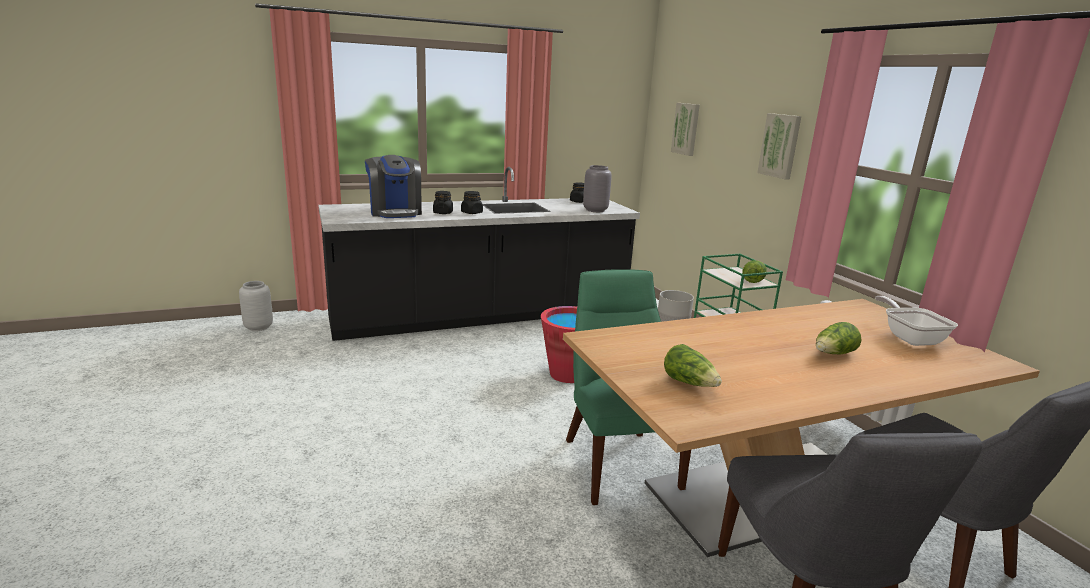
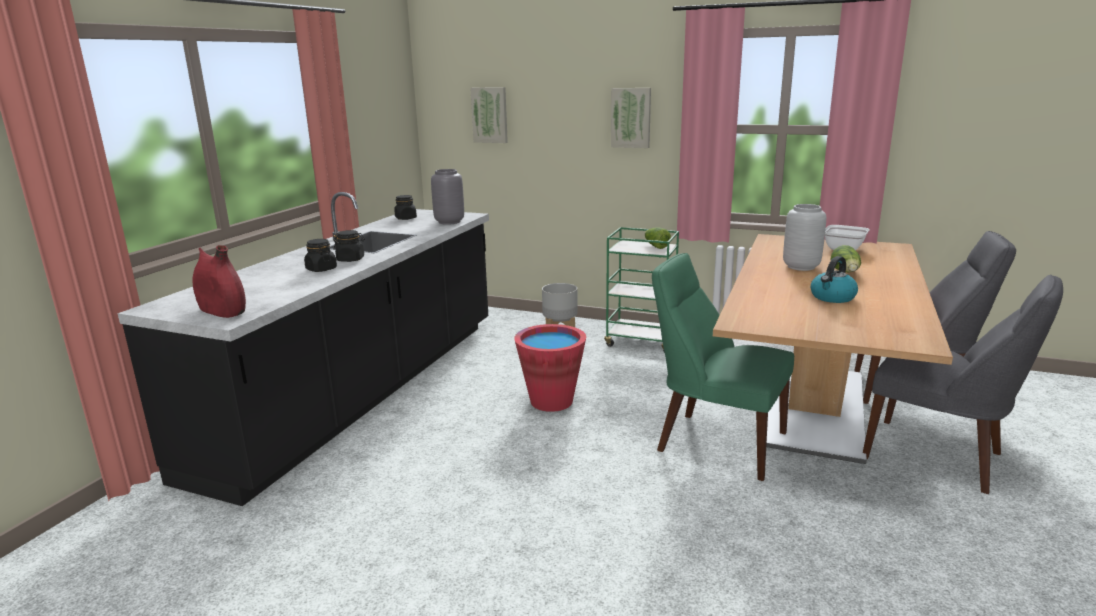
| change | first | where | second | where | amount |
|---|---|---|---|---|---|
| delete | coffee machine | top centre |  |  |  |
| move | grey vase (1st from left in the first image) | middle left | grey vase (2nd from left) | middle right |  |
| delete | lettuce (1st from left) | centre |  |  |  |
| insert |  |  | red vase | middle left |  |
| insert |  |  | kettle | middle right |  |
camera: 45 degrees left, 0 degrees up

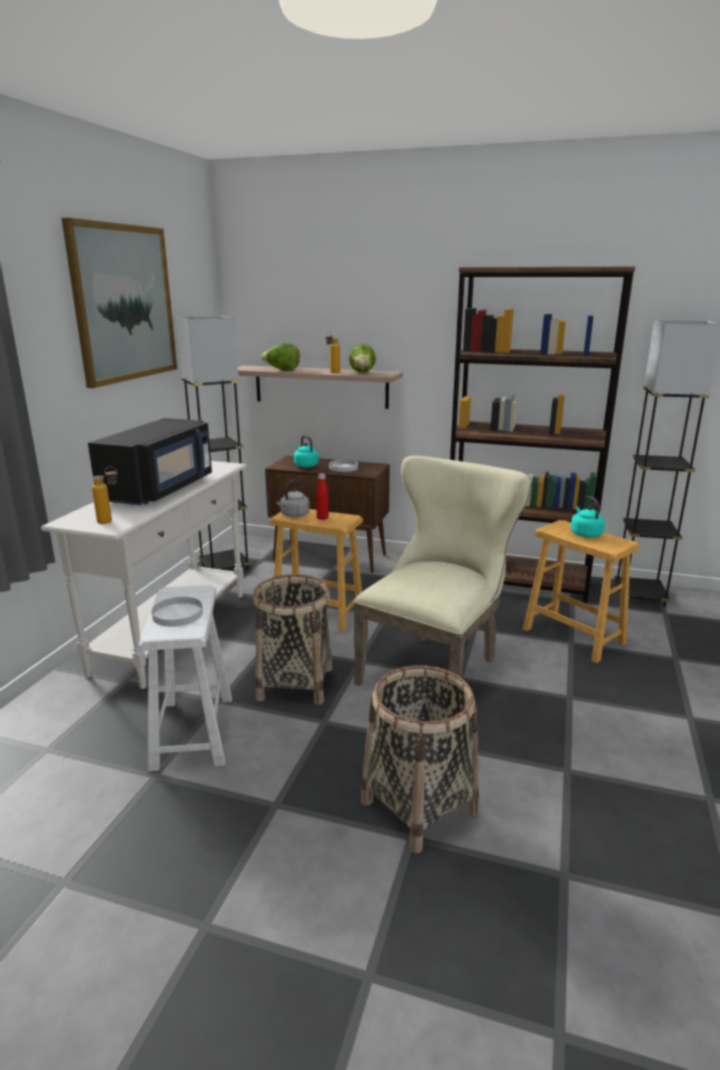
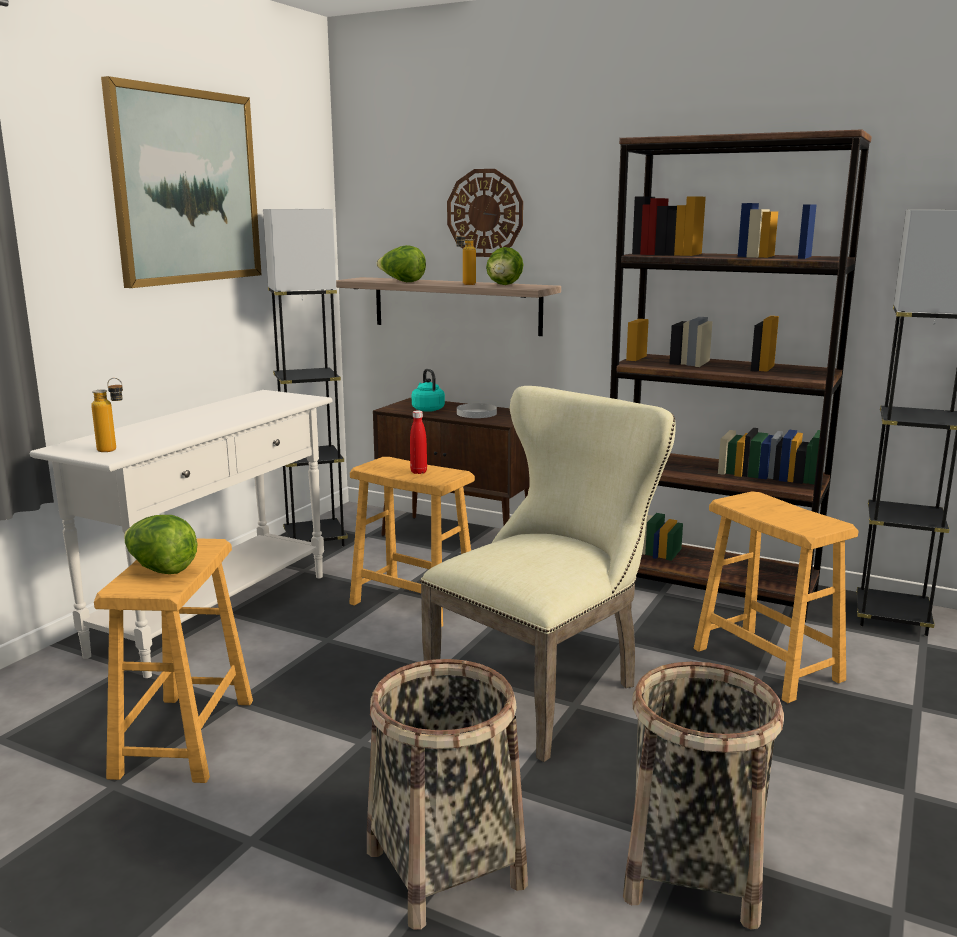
| change | first | where | second | where | amount |
|---|---|---|---|---|---|
| delete | black microwave | middle left |  |  |  |
| delete | grey kettle | centre |  |  |  |
| delete | turquoise kettle (2nd from left) | middle right |  |  |  |
| move | basket (1st from left in the first image) | centre | basket (2nd from left) | bottom right |  |
| recolor | white stool | middle left | brown stool (1st from left) | bottom left |  |
| replace | white plate (1st from left) | middle left | lettuce (1st from left) | middle left |  |
| insert |  |  | wall clock | top centre |  |
camera: 10 degrees right, 5 degrees down

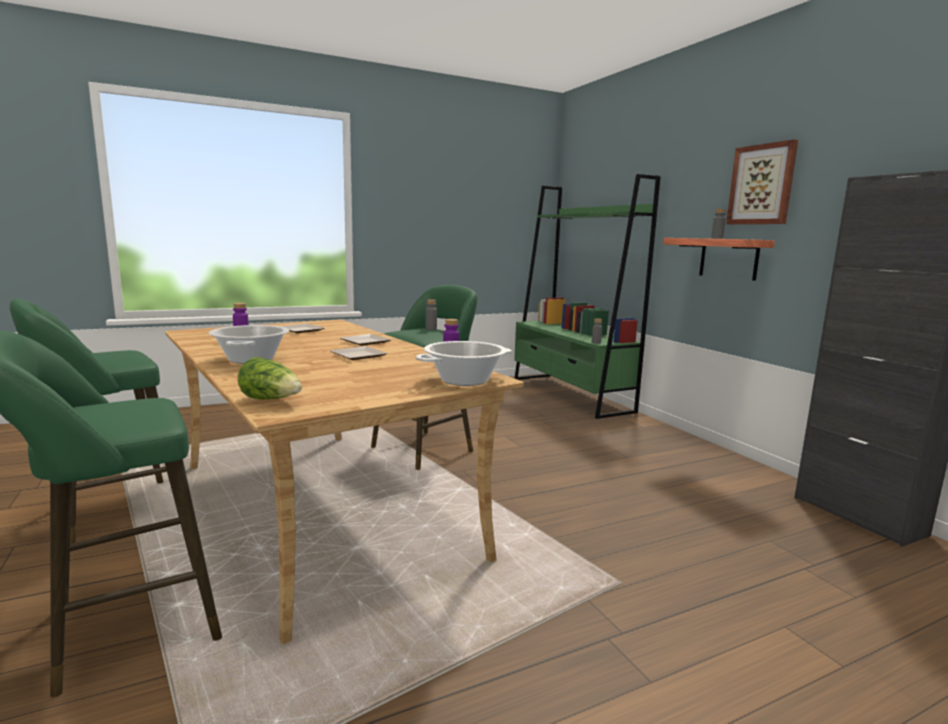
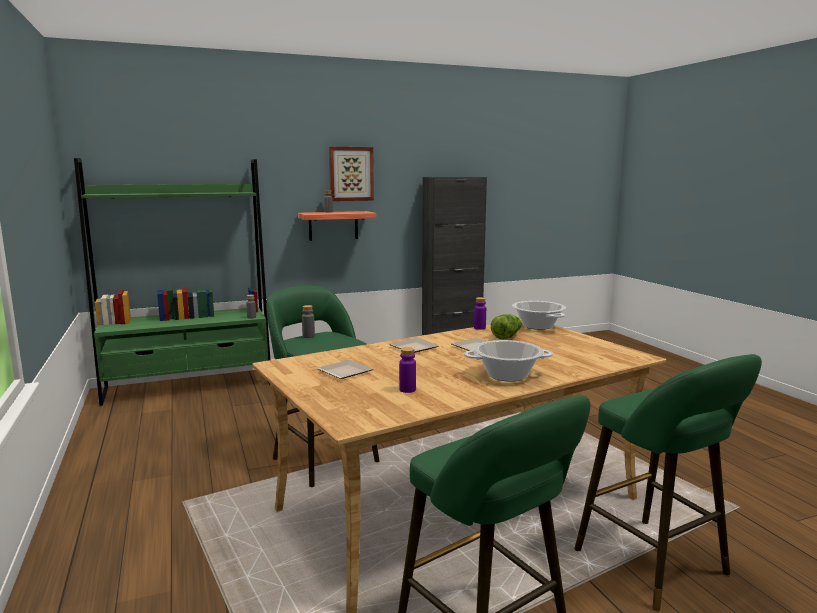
| change | first | where | second | where | amount |
|---|---|---|---|---|---|
| move | lettuce | middle left |  | centre |  |
camera: 85 degrees left, 0 degrees up

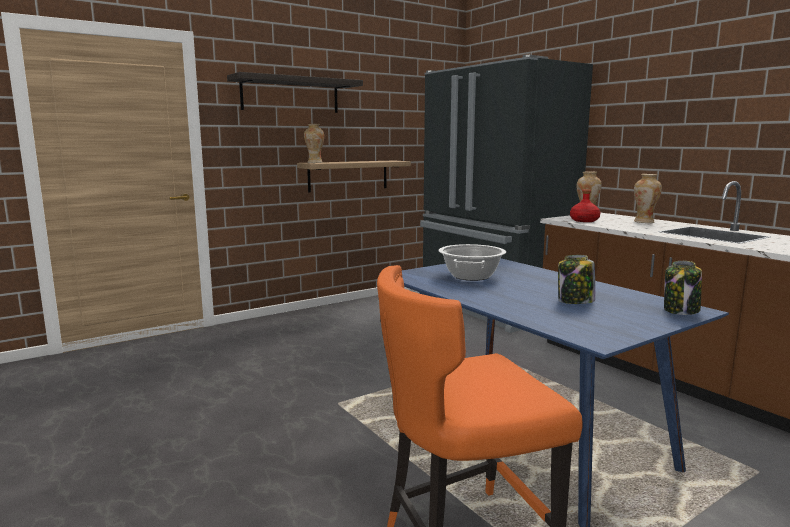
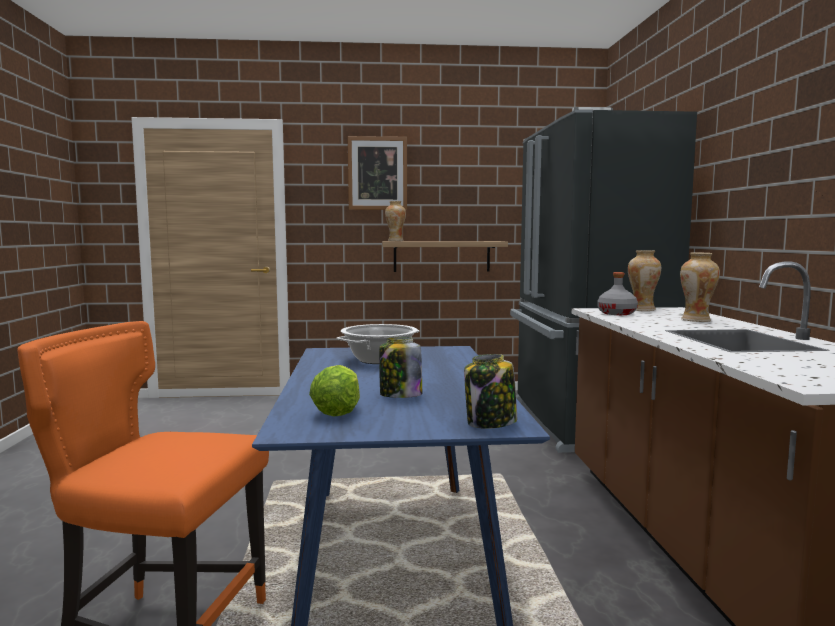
| change | first | where | second | where | amount |
|---|---|---|---|---|---|
| replace | shelf (1st from left) | top centre | picture | top centre |  |
| recolor | red bottle | middle right | grey bottle | middle right |  |
| insert |  |  | lettuce | centre |  |
camera: 30 degrees right, 5 degrees down

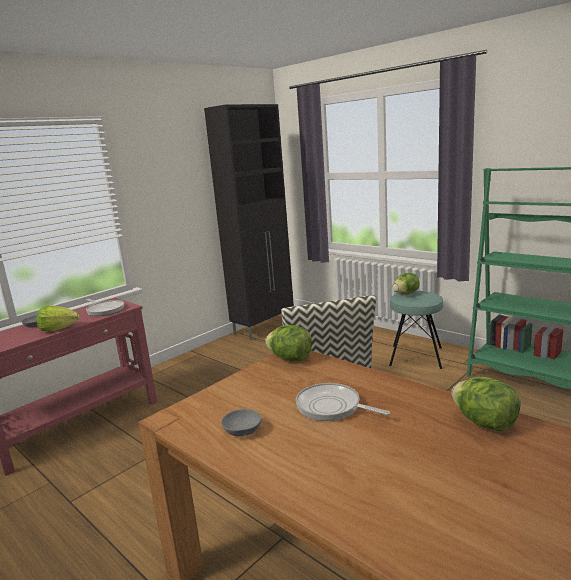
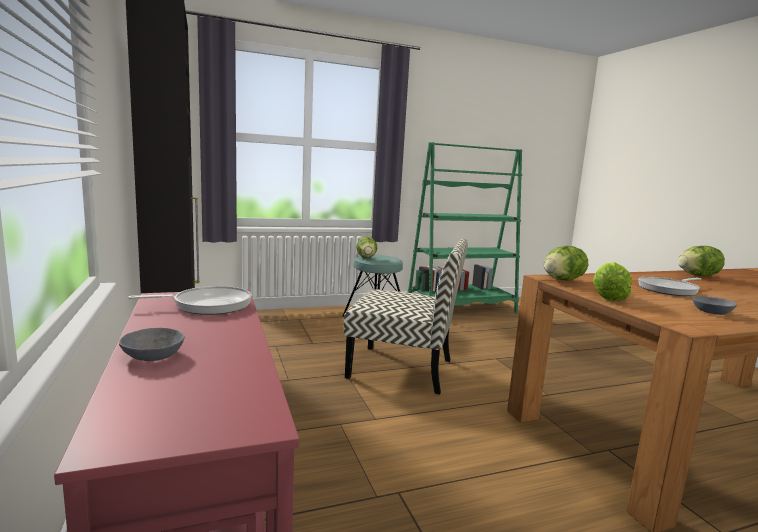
| change | first | where | second | where | amount |
|---|---|---|---|---|---|
| move | lettuce (1st from left in the first image) | middle left | lettuce (3rd from left) | middle right |  |
camera: 65 degrees left, 5 degrees down

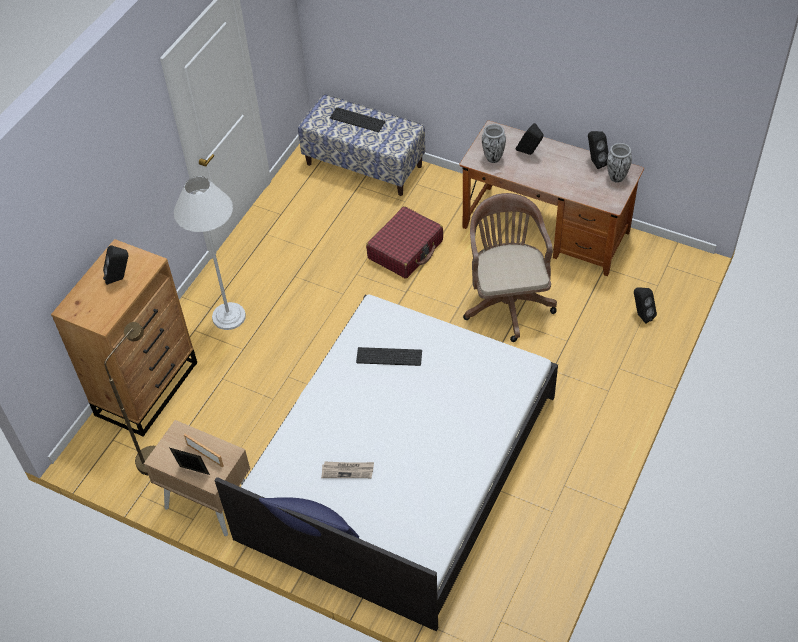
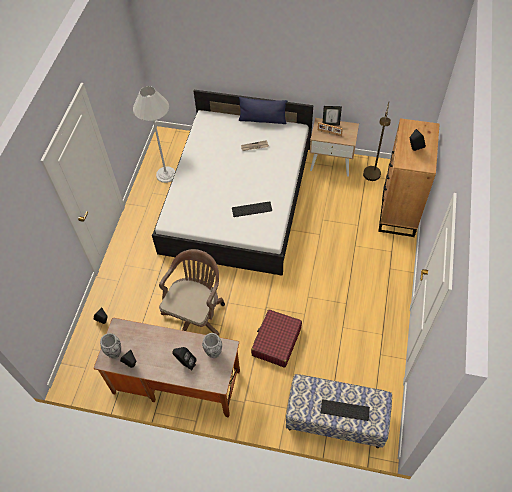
| change | first | where | second | where | amount |
|---|---|---|---|---|---|
| move | white floor lamp | middle left |  | top left |  |
| rotate | brown office chair | centre |  | centre | 135 degrees counterclockwise |
camera: 165 degrees right, 5 degrees up

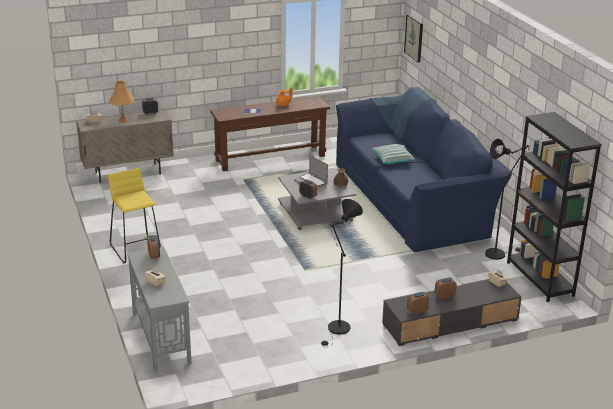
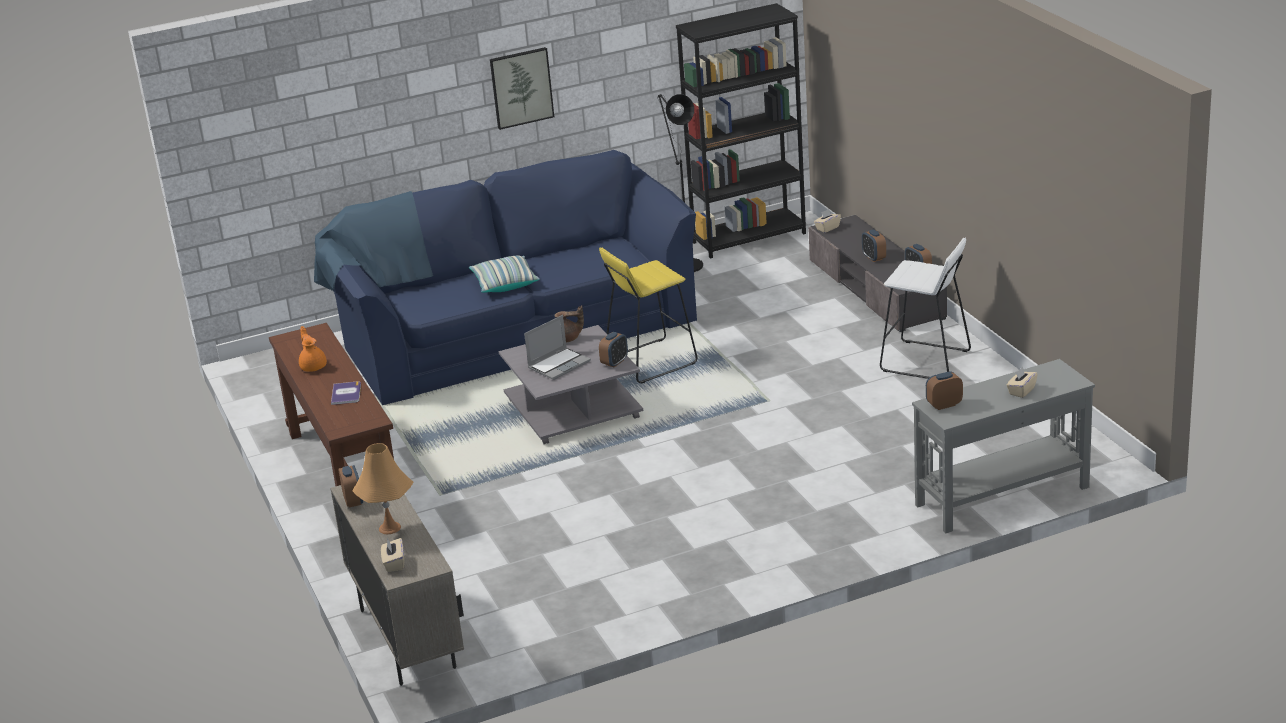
| change | first | where | second | where | amount |
|---|---|---|---|---|---|
| move | picture | top right |  | top centre |  |
| move | yellow stool | middle left |  | centre |  |
| replace | black floor lamp (1st from left) | bottom centre | white stool | middle right |  |
camera: 90 degrees left, 0 degrees up

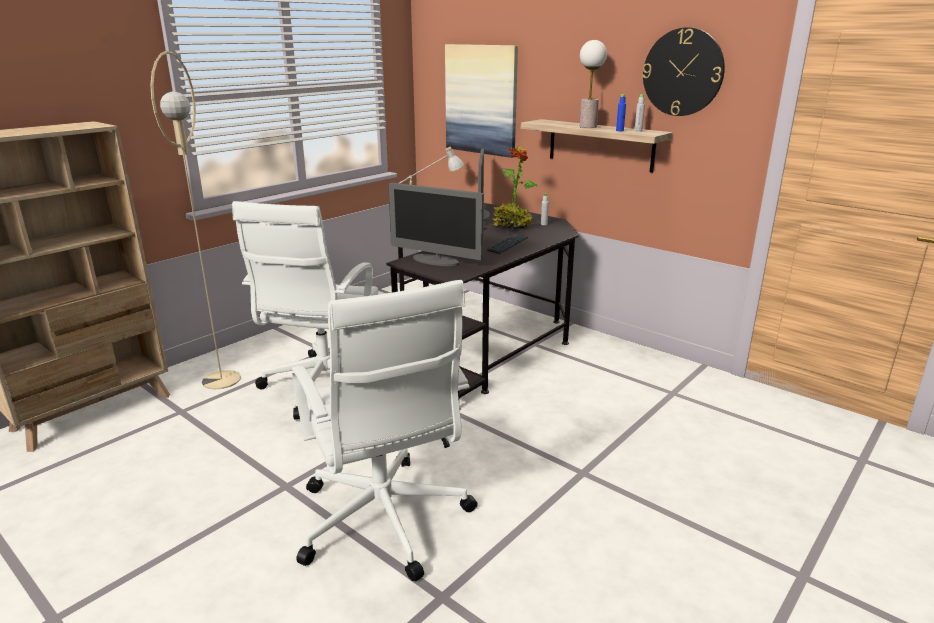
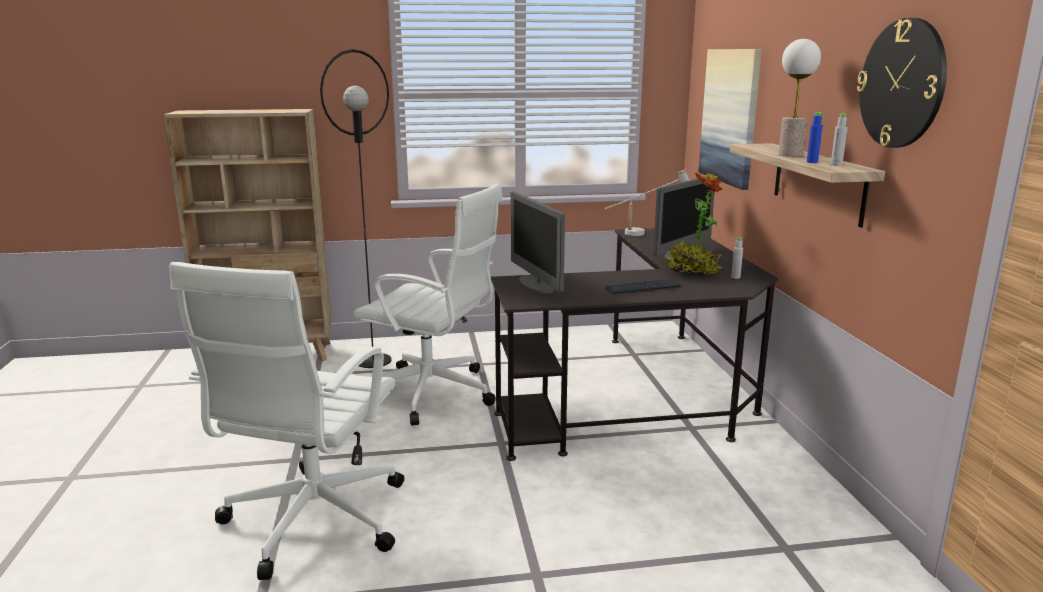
| change | first | where | second | where | amount |
|---|---|---|---|---|---|
| recolor | beige floor lamp | middle left | black floor lamp | centre |  |
| rotate | white office chair (1st from left in the first image) | middle left | white office chair (2nd from left) | centre | 120 degrees counterclockwise |
camera: 40 degrees right, 5 degrees down

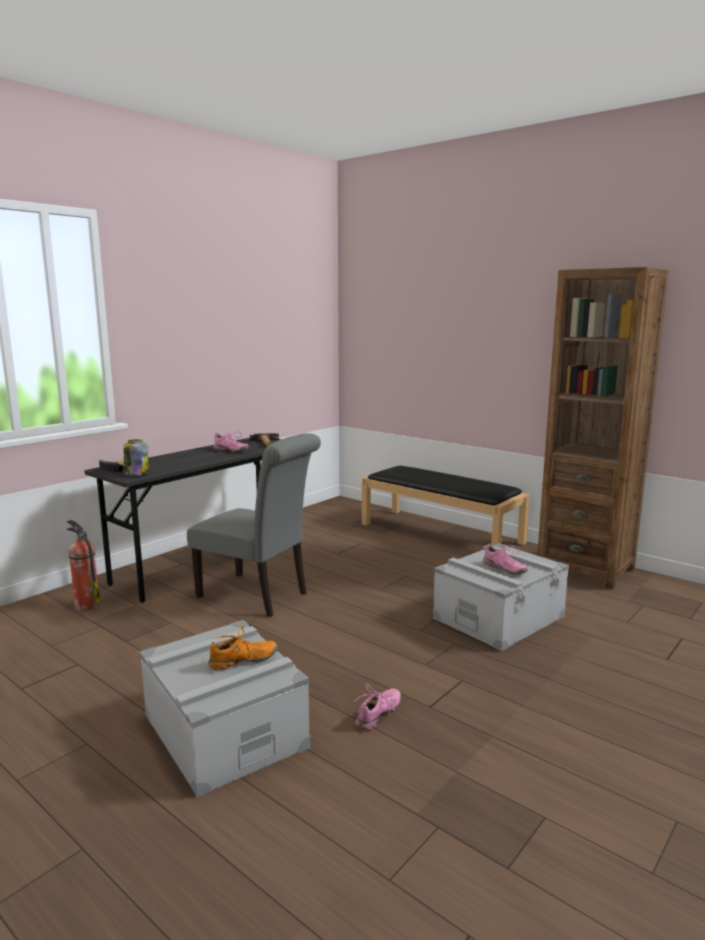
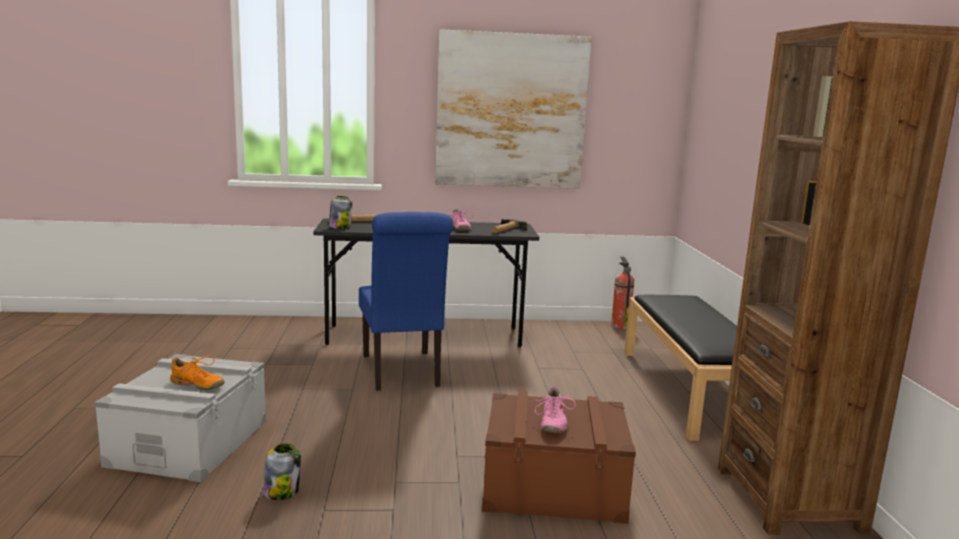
| change | first | where | second | where | amount |
|---|---|---|---|---|---|
| recolor | grey chair | centre | blue chair | centre |  |
| move | fire extinguisher | middle left |  | centre |  |
| recolor | grey storage box (2nd from left) | middle right | brown storage box | bottom centre |  |
| replace | pink shoe (2nd from left) | bottom centre | jar (1st from left) | bottom left |  |
| insert |  |  | picture | top centre |  |
camera: 45 degrees right, 0 degrees up

